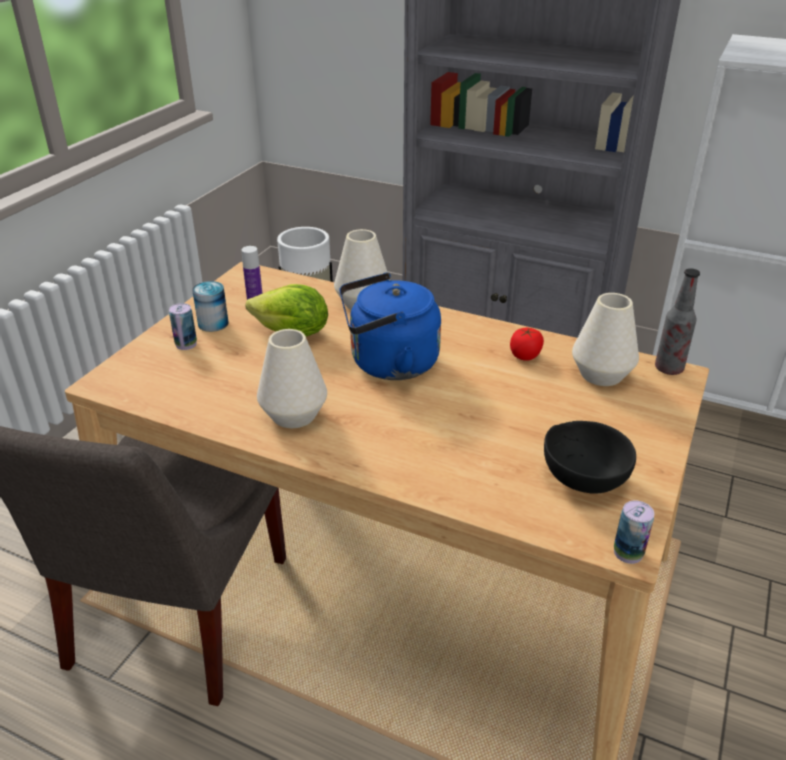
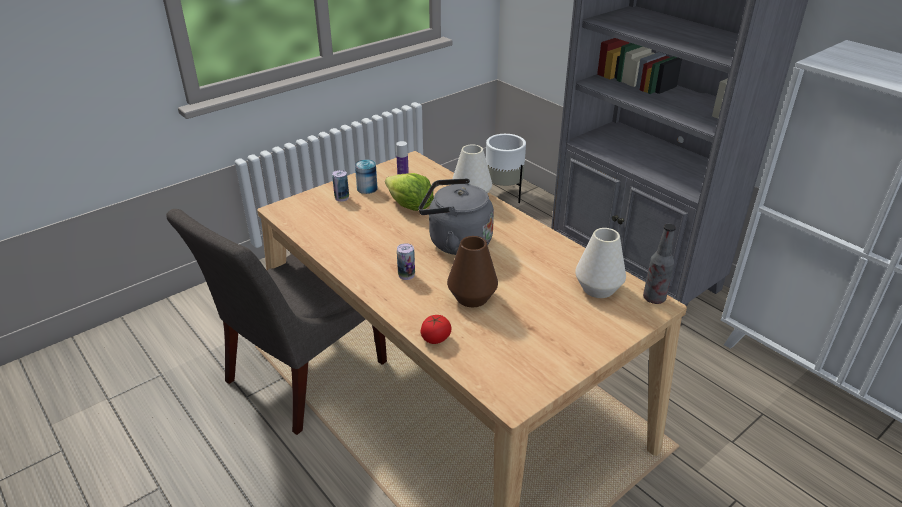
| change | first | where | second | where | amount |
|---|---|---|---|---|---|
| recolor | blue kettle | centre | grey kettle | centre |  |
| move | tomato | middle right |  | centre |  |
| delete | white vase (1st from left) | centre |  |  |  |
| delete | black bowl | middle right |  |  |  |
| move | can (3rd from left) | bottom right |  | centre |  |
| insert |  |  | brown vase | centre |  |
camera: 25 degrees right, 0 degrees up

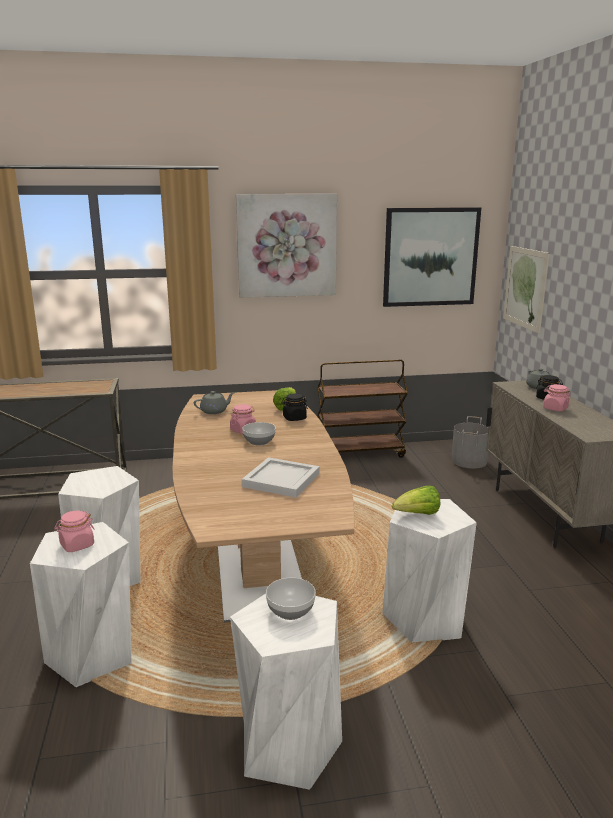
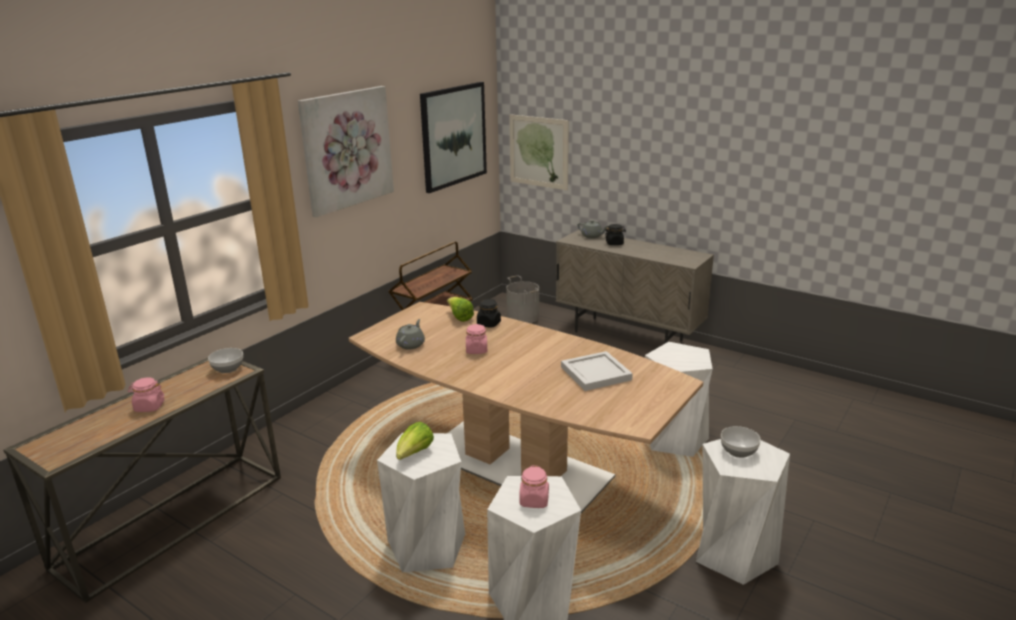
| change | first | where | second | where | amount |
|---|---|---|---|---|---|
| move | pink jar (3rd from left in the first image) | middle right | pink jar (1st from left) | middle left |  |
| move | bowl (1st from left) | centre |  | middle left |  |
| move | lettuce (2nd from left in the first image) | middle right | lettuce (1st from left) | bottom centre |  |
camera: 45 degrees left, 5 degrees up

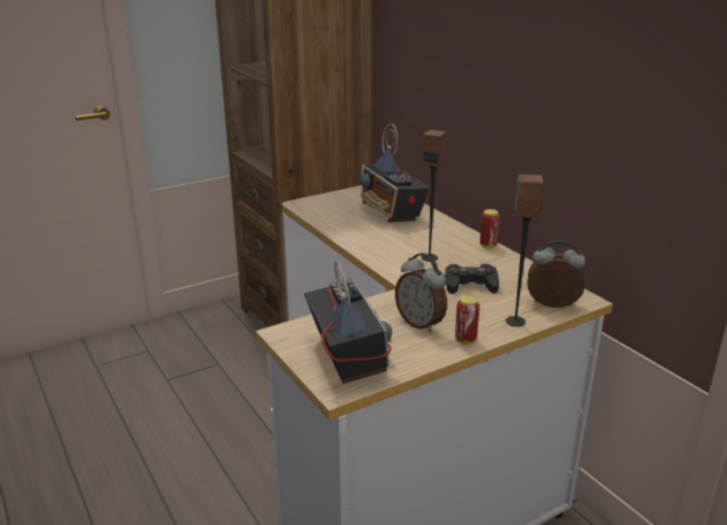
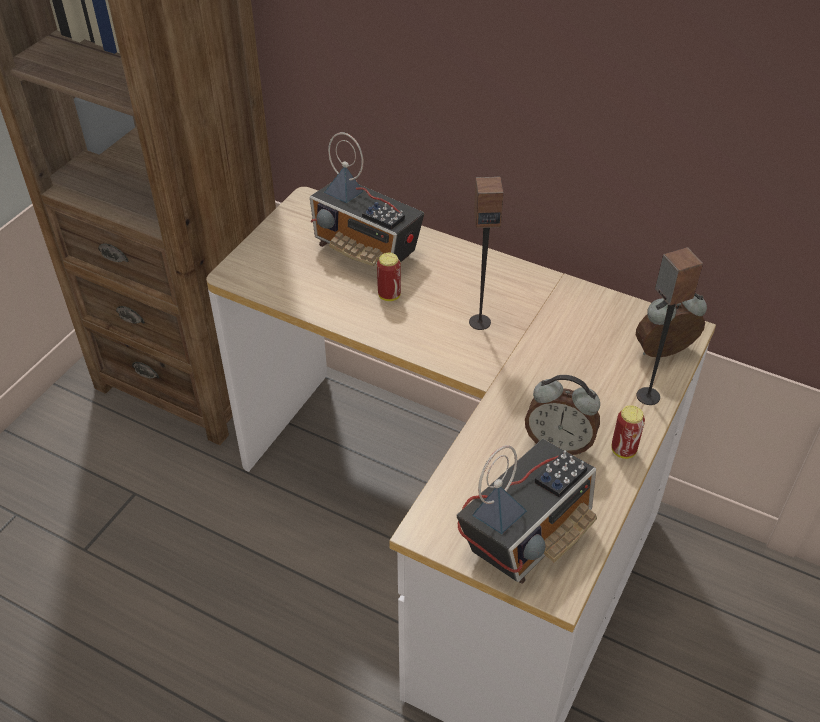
| change | first | where | second | where | amount |
|---|---|---|---|---|---|
| move | can (2nd from left in the first image) | middle right | can (1st from left) | centre |  |
| rotate | radio (1st from left in the first image) | centre | radio (2nd from left) | bottom centre | 90 degrees clockwise |
| delete | black game controller | centre |  |  |  |
camera: 30 degrees left, 20 degrees up

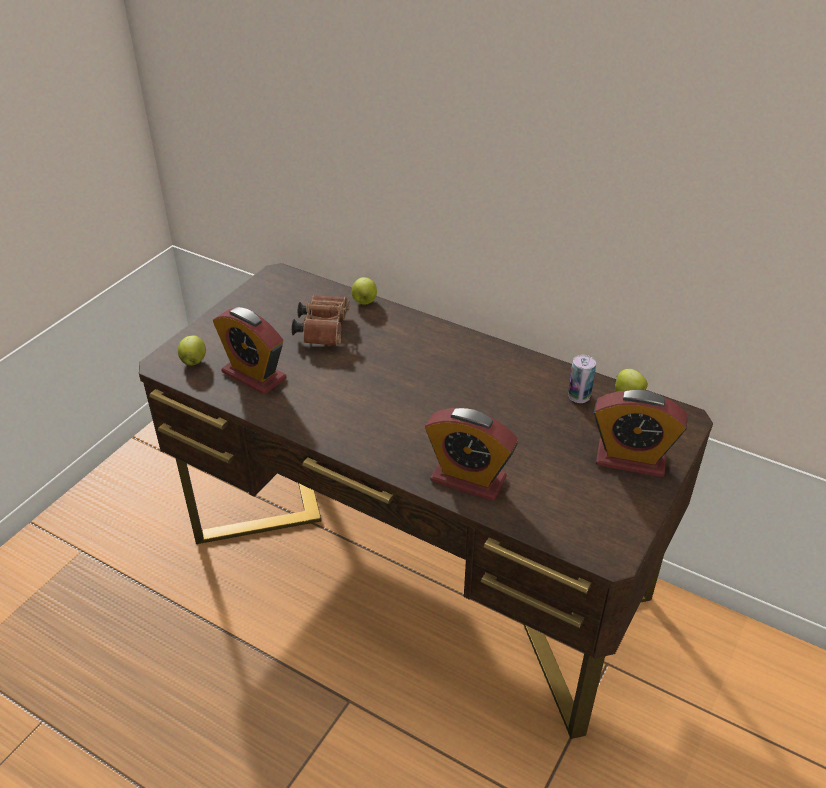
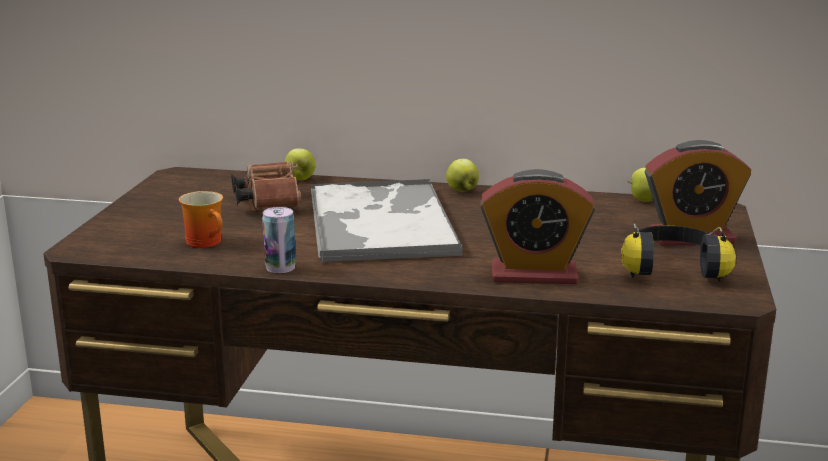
| change | first | where | second | where | amount |
|---|---|---|---|---|---|
| replace | alarm clock (1st from left) | middle left | mug | middle left |  |
| move | apple (1st from left in the first image) | middle left | apple (2nd from left) | centre |  |
| move | can | middle right |  | centre |  |
| insert |  |  | tray | centre |  |
| insert |  |  | headphones | middle right |  |
camera: 20 degrees left, 20 degrees down

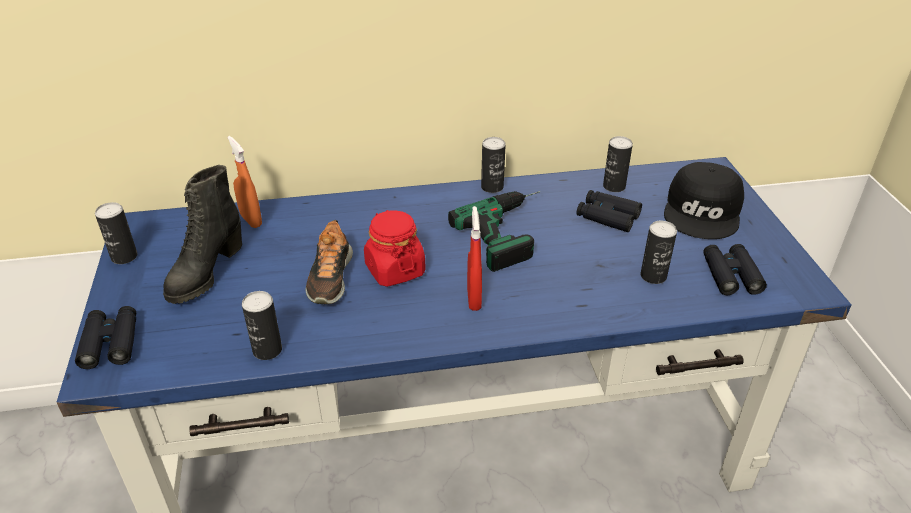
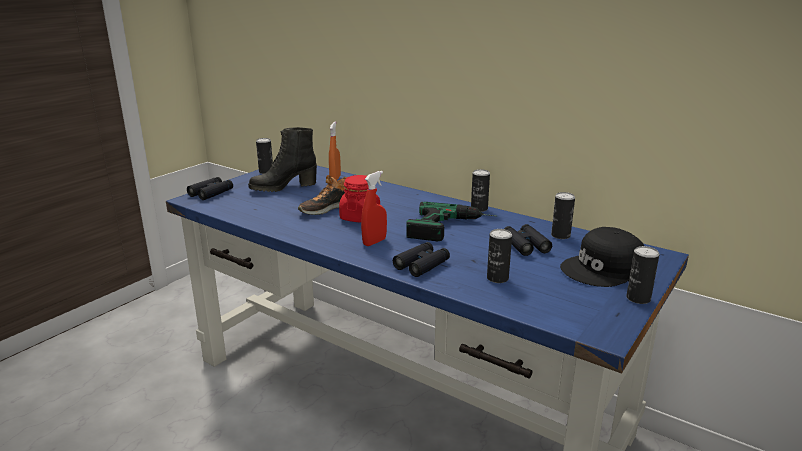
| change | first | where | second | where | amount |
|---|---|---|---|---|---|
| move | black binoculars (3rd from left in the first image) | middle right | black binoculars (2nd from left) | centre |  |
| move | can (2nd from left in the first image) | middle left | can (5th from left) | middle right |  |
camera: 45 degrees right, 15 degrees down

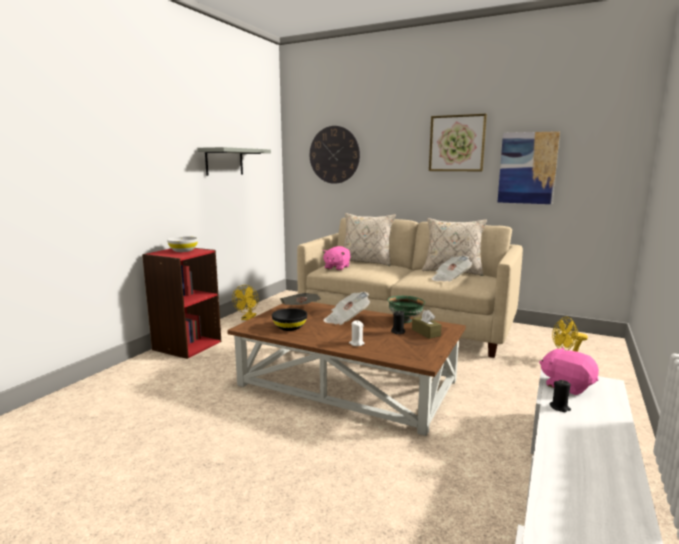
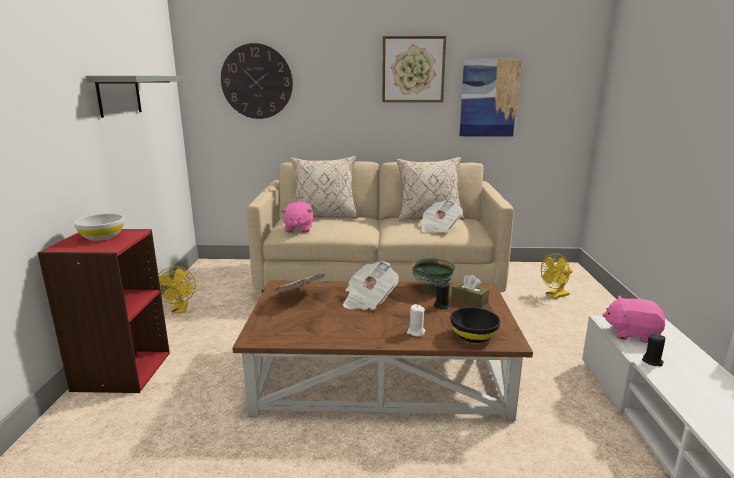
| change | first | where | second | where | amount |
|---|---|---|---|---|---|
| move | black bowl | centre |  | bottom centre |  |
camera: 25 degrees left, 5 degrees up

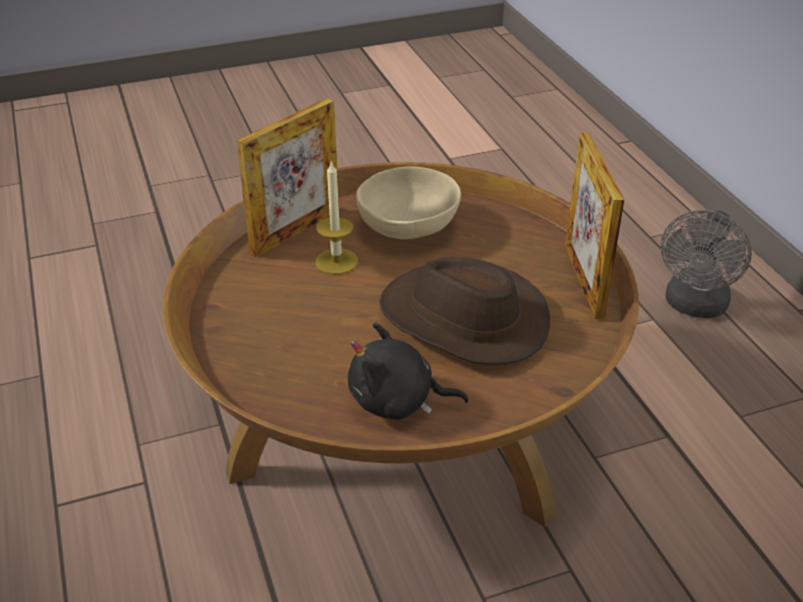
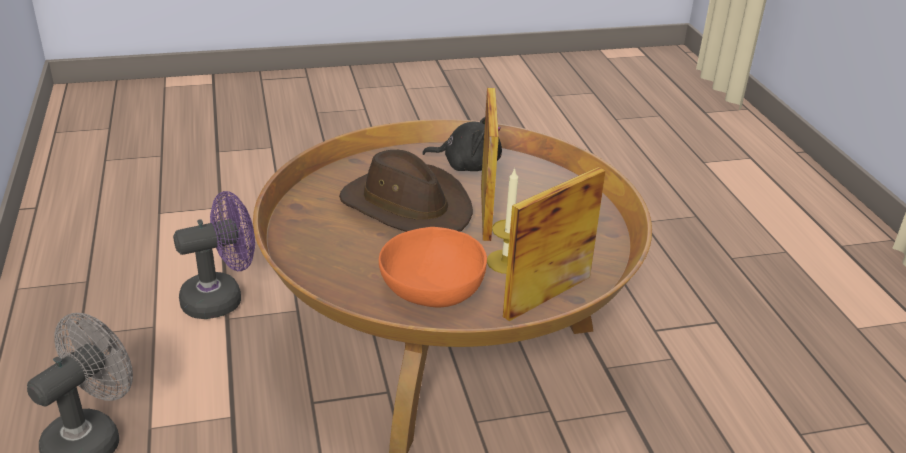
| change | first | where | second | where | amount |
|---|---|---|---|---|---|
| move | picture frame (2nd from left in the first image) | middle right | picture frame (1st from left) | centre |  |
| recolor | beige bowl | centre | orange bowl | centre |  |
| insert |  |  | purple fan | middle left |  |
camera: 175 degrees left, 5 degrees down

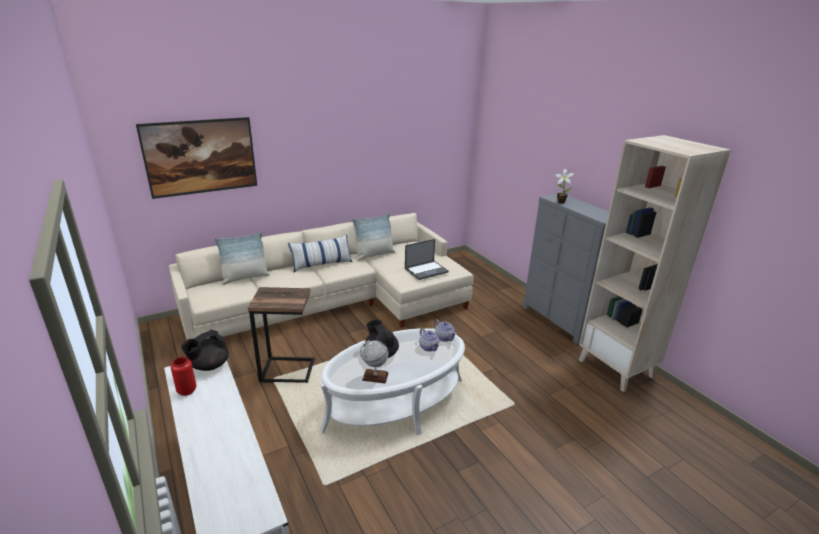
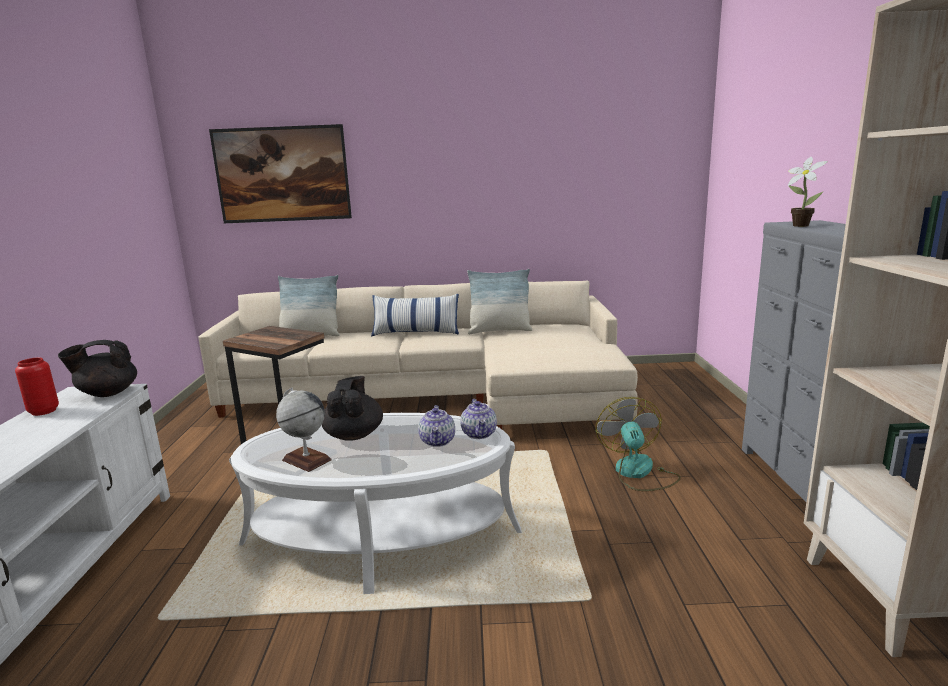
| change | first | where | second | where | amount |
|---|---|---|---|---|---|
| delete | laptop | centre |  |  |  |
| insert |  |  | fan | middle right |  |
camera: 30 degrees right, 10 degrees down

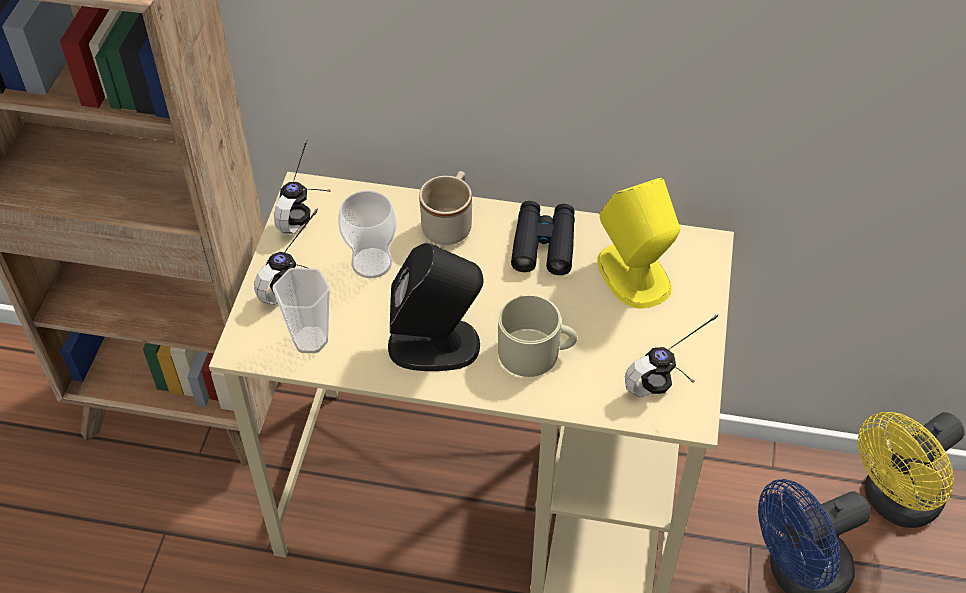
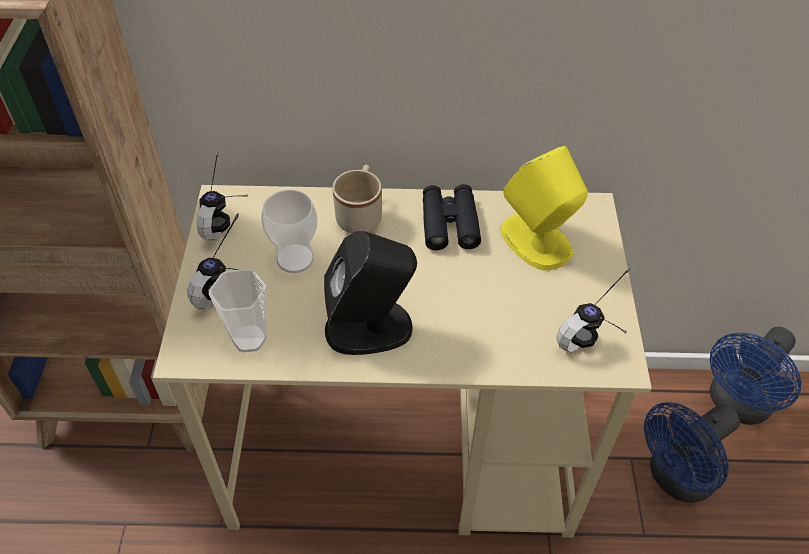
| change | first | where | second | where | amount |
|---|---|---|---|---|---|
| delete | beige mug (2nd from left) | centre |  |  |  |
| recolor | yellow fan | bottom right | blue fan (2nd from left) | bottom right |  |
camera: 10 degrees left, 0 degrees up

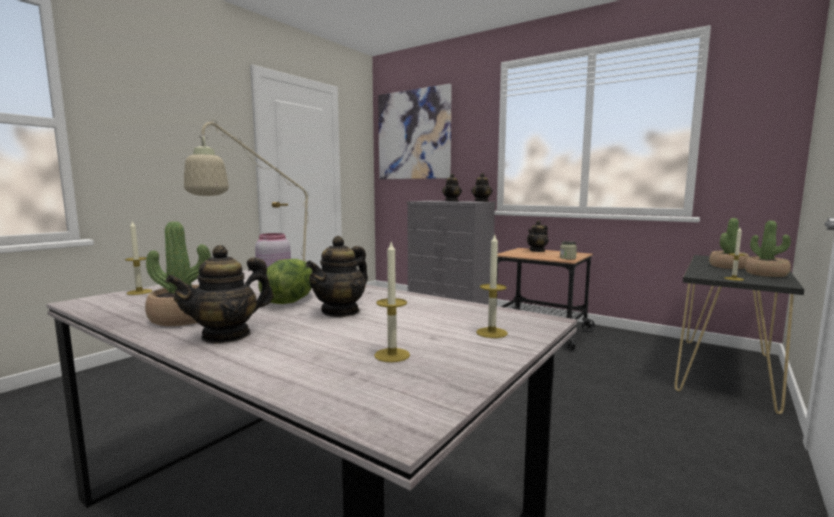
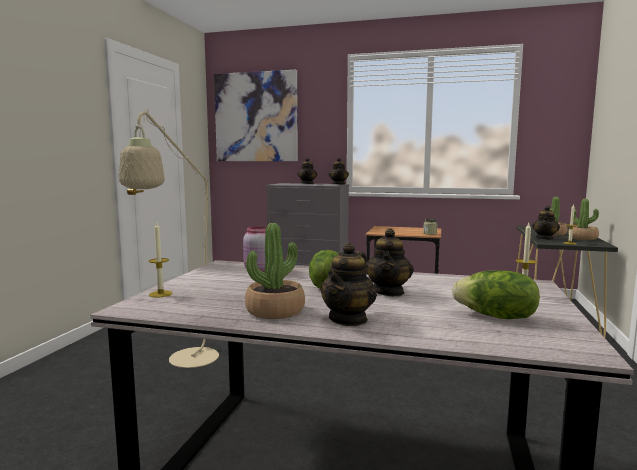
| change | first | where | second | where | amount |
|---|---|---|---|---|---|
| move | teapot (5th from left) | centre |  | middle right |  |
| replace | candle (2nd from left) | centre | lettuce (2nd from left) | middle right |  |
camera: 20 degrees left, 0 degrees up

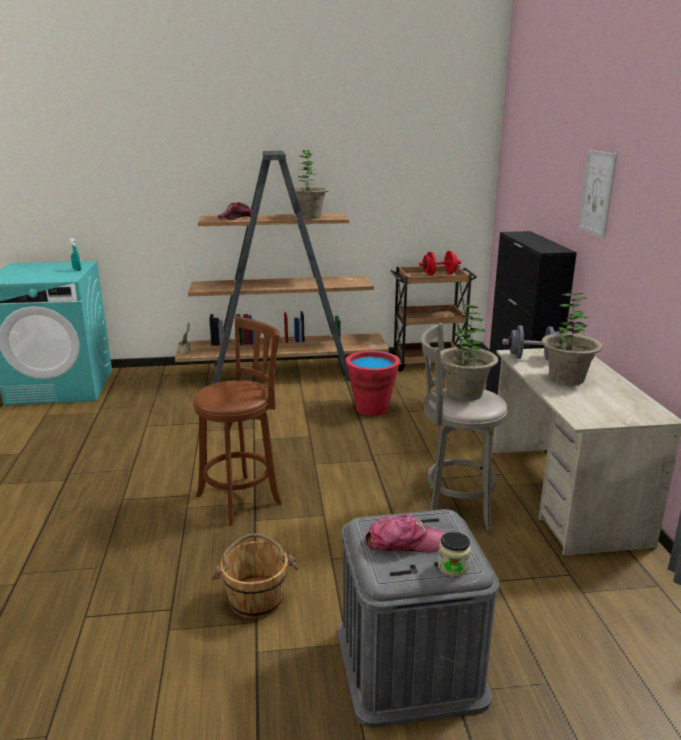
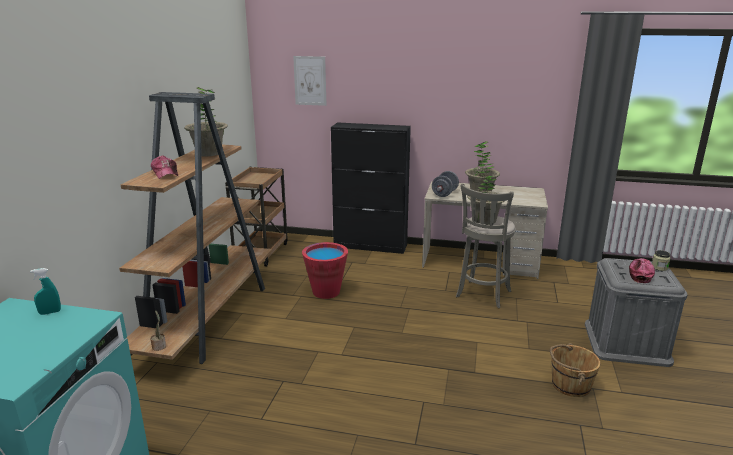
| change | first | where | second | where | amount |
|---|---|---|---|---|---|
| move | picture | top right |  | top centre |  |
| delete | red dumbbell | centre |  |  |  |
| delete | brown stool | centre |  |  |  |
camera: 70 degrees left, 0 degrees up

